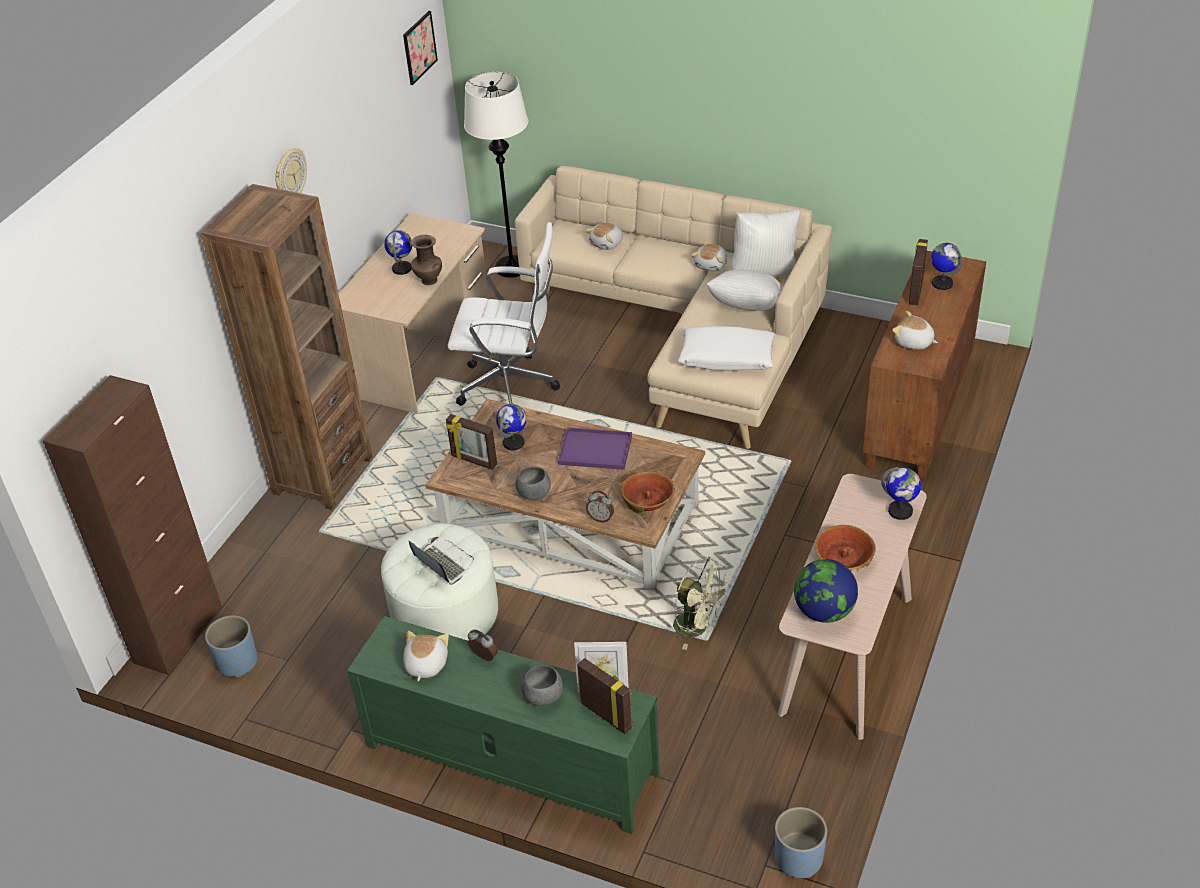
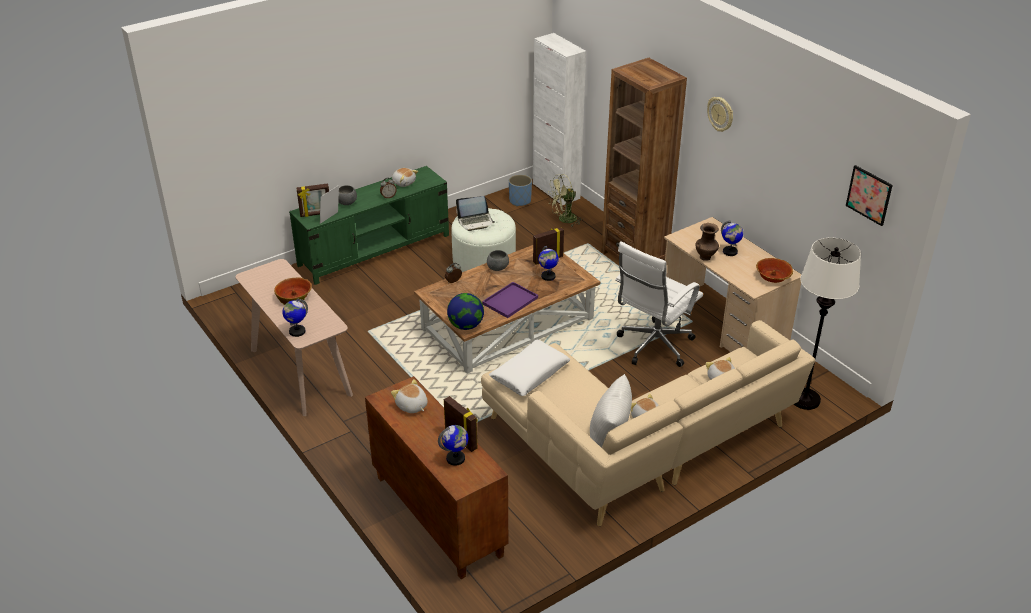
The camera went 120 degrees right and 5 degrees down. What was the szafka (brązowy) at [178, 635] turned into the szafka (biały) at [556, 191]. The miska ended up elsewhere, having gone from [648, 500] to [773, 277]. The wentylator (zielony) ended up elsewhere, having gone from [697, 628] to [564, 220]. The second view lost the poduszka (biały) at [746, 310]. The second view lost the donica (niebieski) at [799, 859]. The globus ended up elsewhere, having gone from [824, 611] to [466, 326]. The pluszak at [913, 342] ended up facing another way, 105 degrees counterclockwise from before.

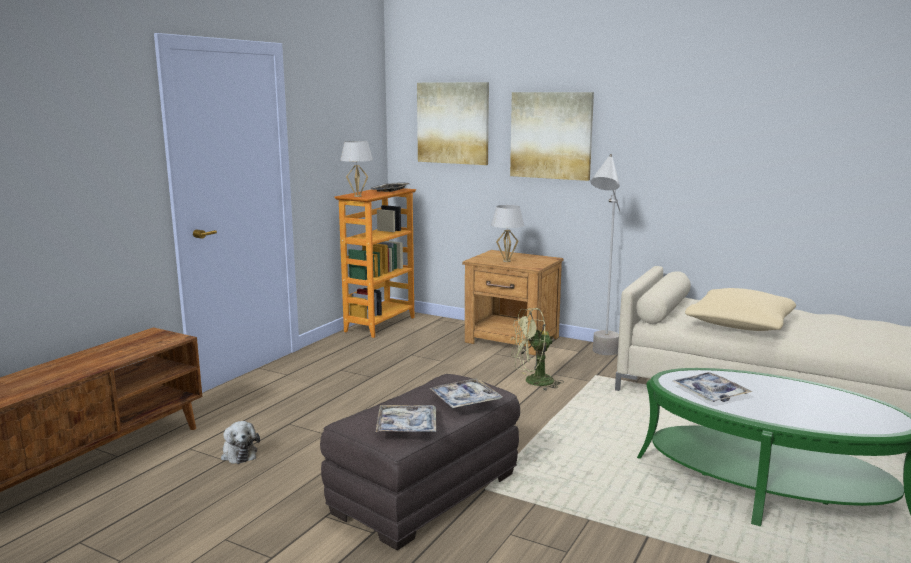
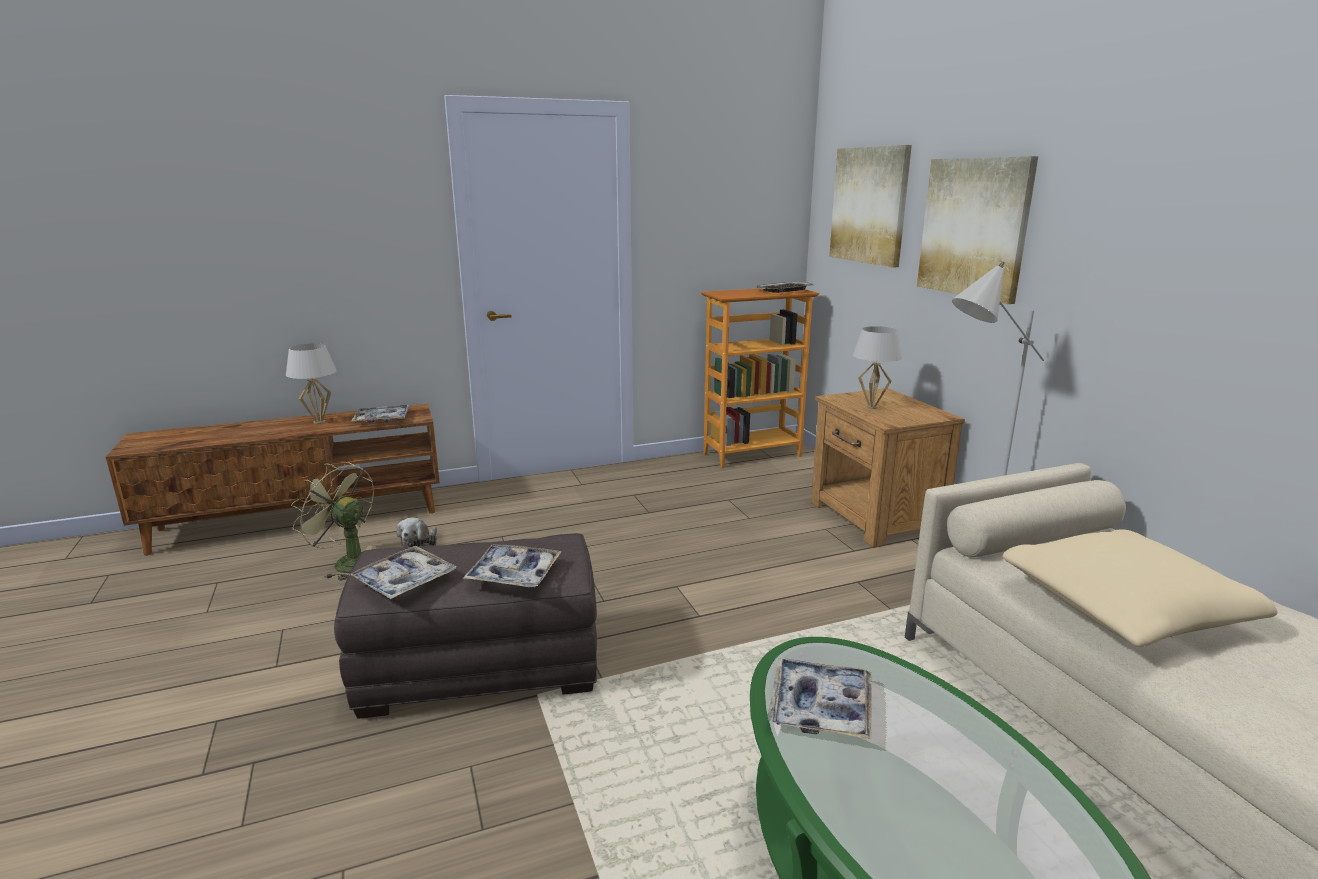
The camera went 40 degrees right and 5 degrees up. The lampa stołowa (biały) ended up elsewhere, having gone from [357, 196] to [319, 422]. The wentylator (zielony) ended up elsewhere, having gone from [533, 382] to [347, 563]. The second view gained the taca at [382, 419].

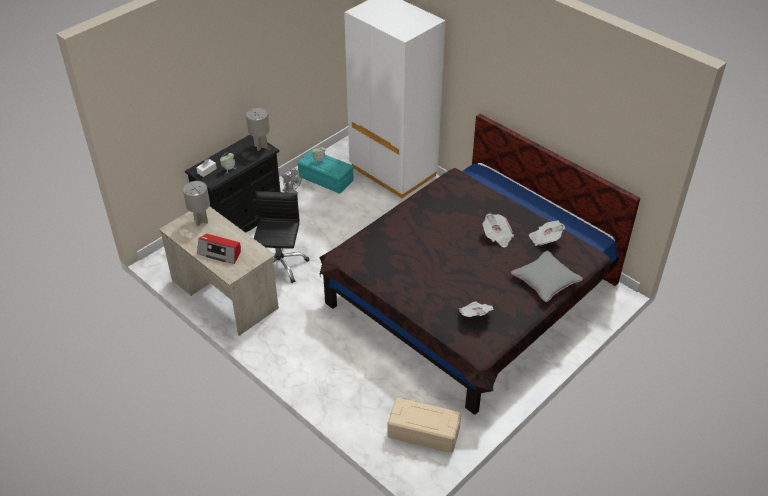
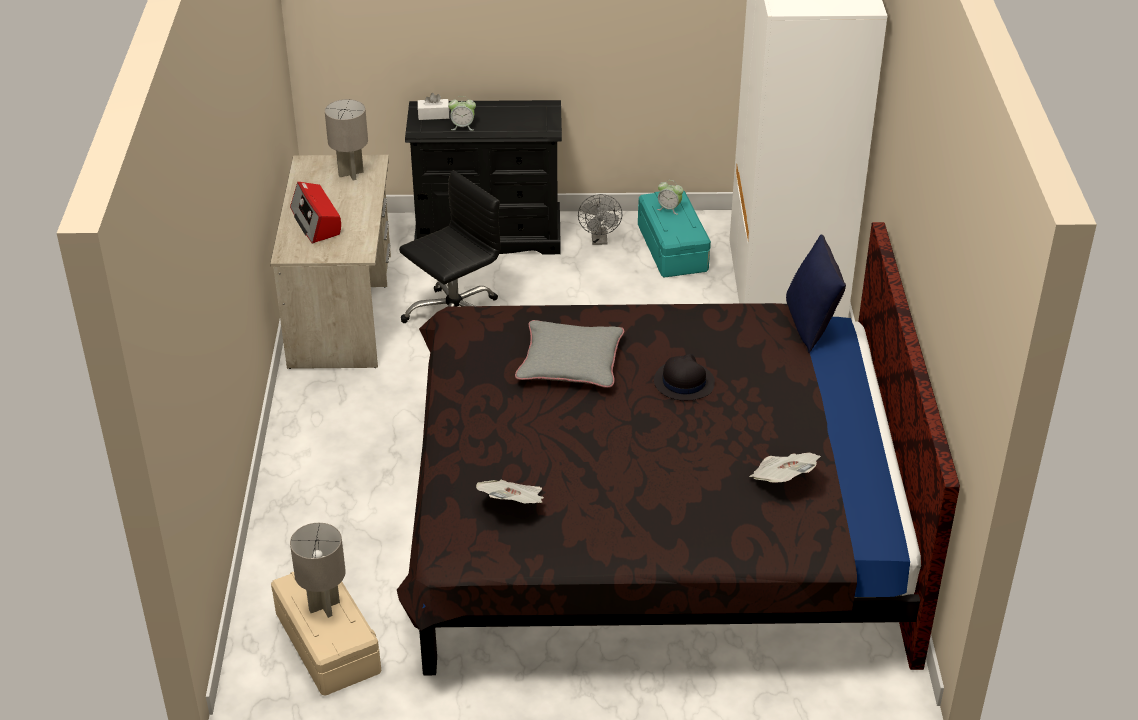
The camera went 45 degrees right and 5 degrees down. The lampa stołowa (szary) ended up elsewhere, having gone from [260, 147] to [323, 606]. The second view lost the gazeta at [497, 236]. The poduszka (szary) ended up elsewhere, having gone from [545, 280] to [570, 362]. The second view gained the kapelusz (czarny) at [683, 382]. The second view gained the poduszka (niebieski) at [811, 326].

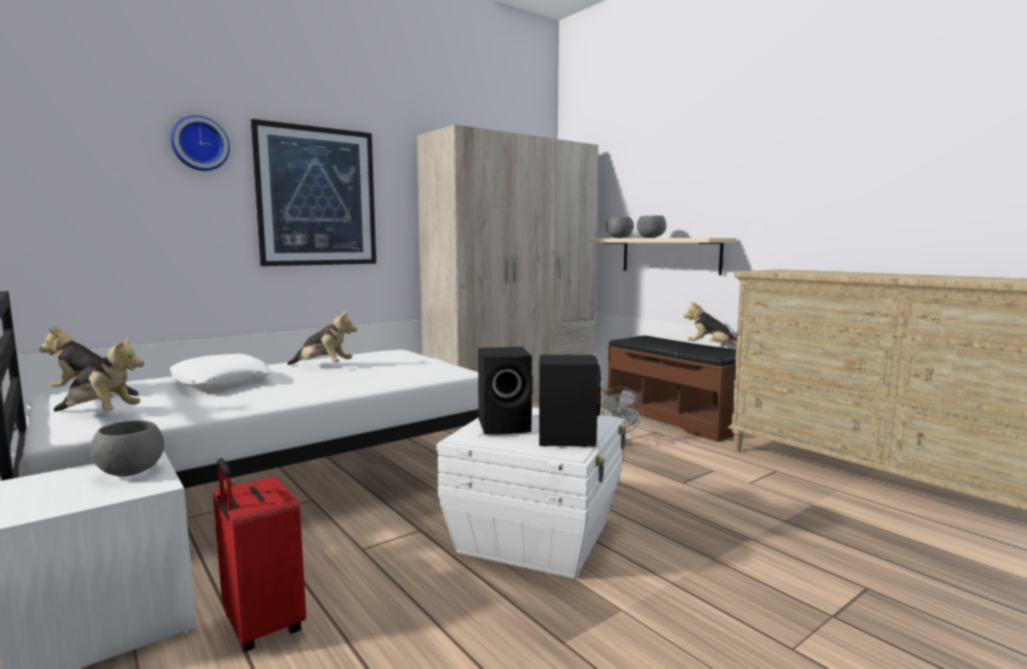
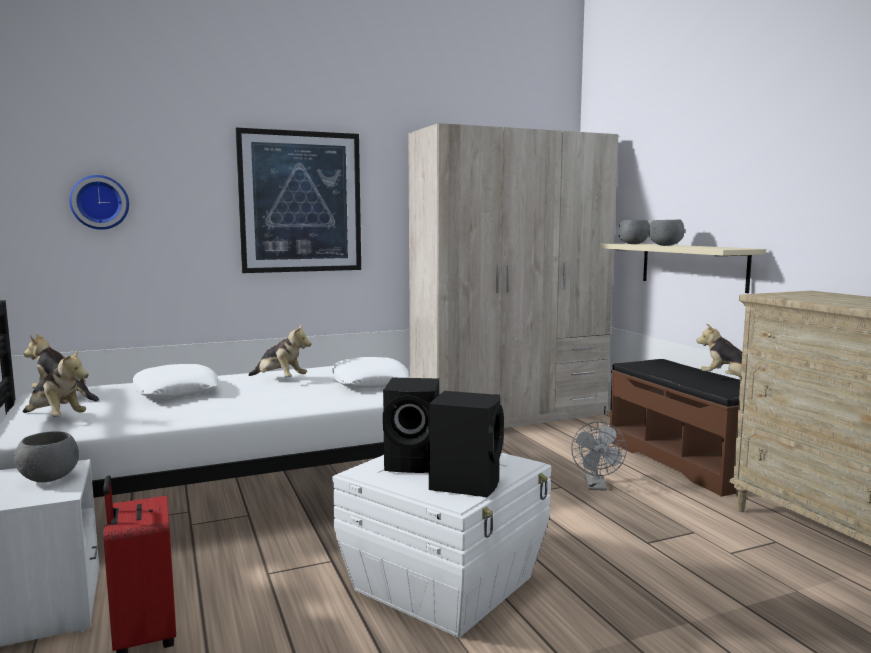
The camera went 15 degrees right and 0 degrees up. The zegar ścienny ended up elsewhere, having gone from [199, 144] to [100, 202]. The second view gained the poduszka (biały) at [369, 382].

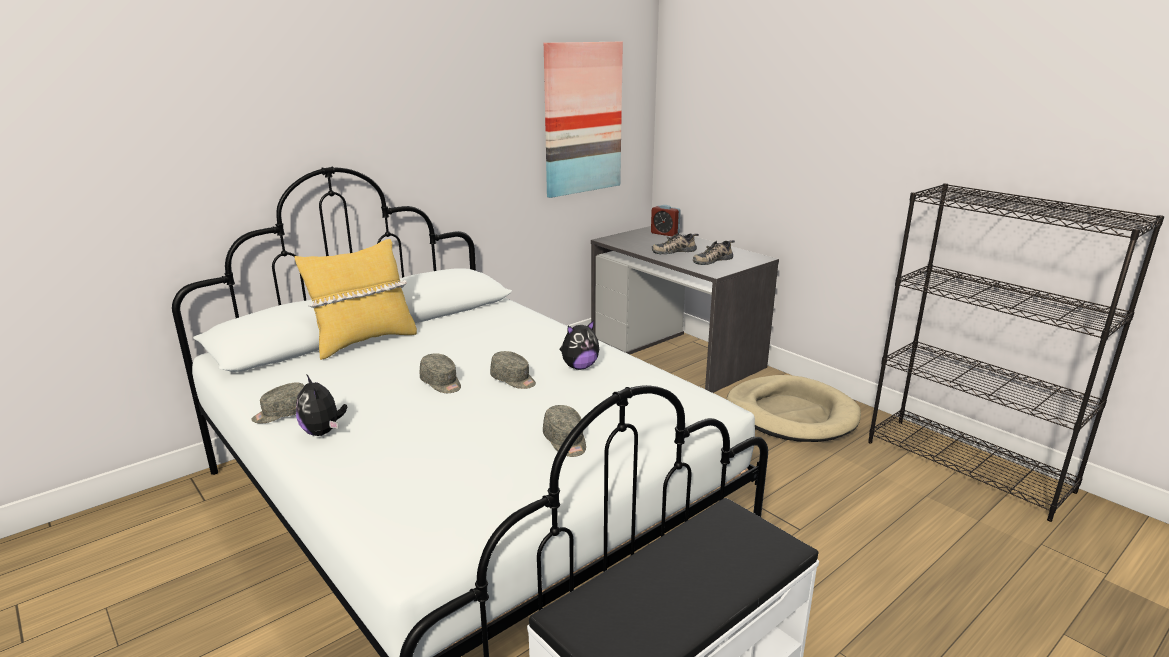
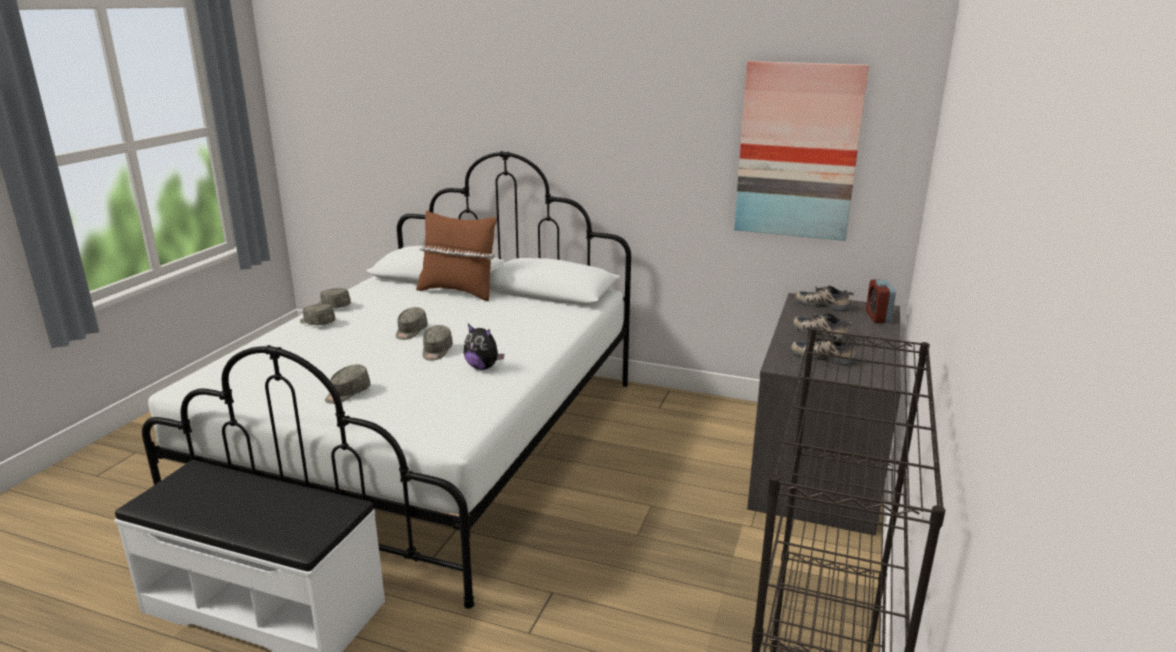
The camera went 60 degrees right and 0 degrees up. What was the poduszka (żółty) at [364, 341] turned into the poduszka (brązowy) at [458, 291]. Where the pluszak stood at [323, 432], the czapka z daszkiem (szary) came to stand at [317, 322]. The second view lost the legowisko (beżowy) at [791, 414]. The second view gained the but at [823, 305].

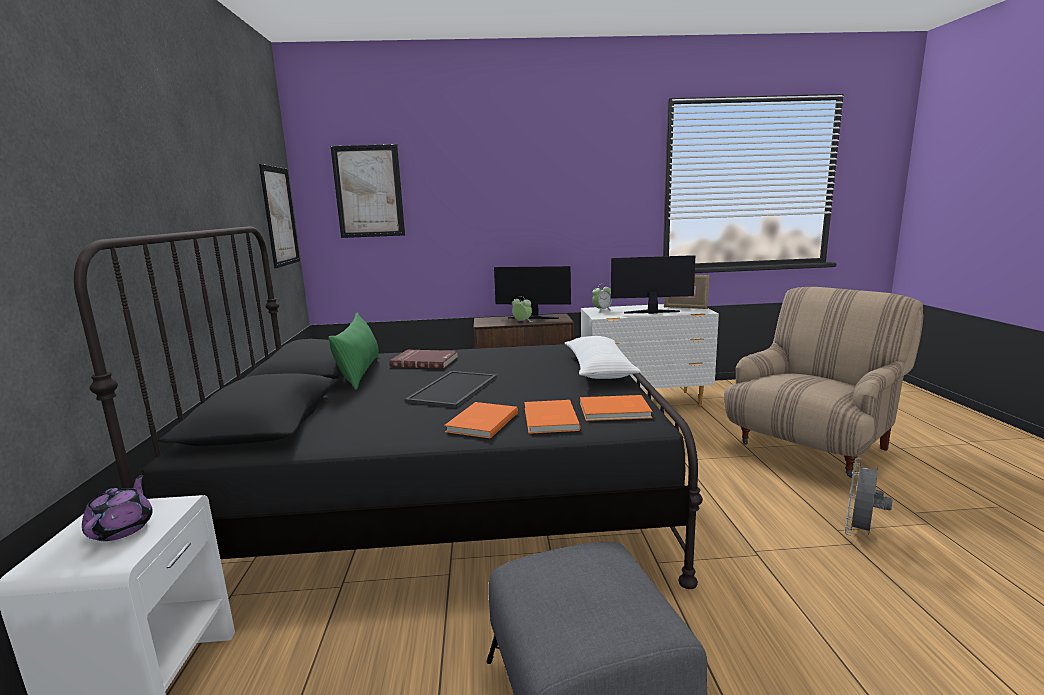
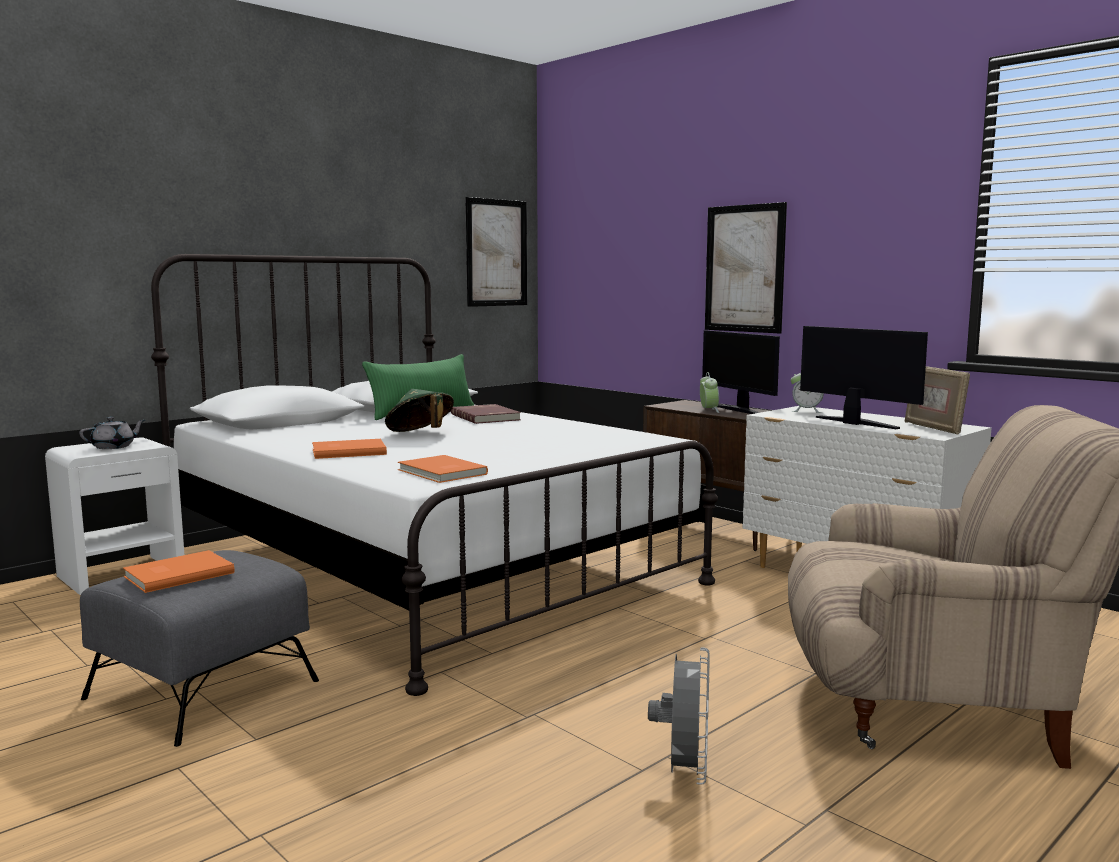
The camera went 50 degrees right and 5 degrees down. What was the łóżko (czarny) at [444, 502] turned into the łóżko (biały) at [427, 568]. What was the imbryk (fioletowy) at [122, 529] turned into the imbryk (szary) at [114, 447]. The obraz ended up elsewhere, having gone from [369, 191] to [744, 268]. Where the taca stood at [454, 389], the kapelusz (zielony) came to stand at [420, 434]. The książka (pomarańczowy) ended up elsewhere, having gone from [549, 419] to [177, 574]. The second view lost the poduszka (biały) at [598, 369]. The wentylator (szary) at [860, 532] ended up facing another way, 105 degrees clockwise from before.

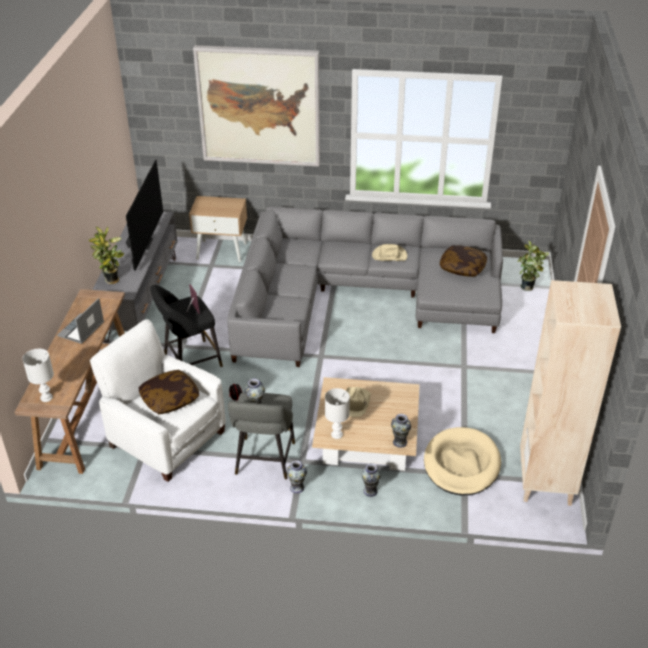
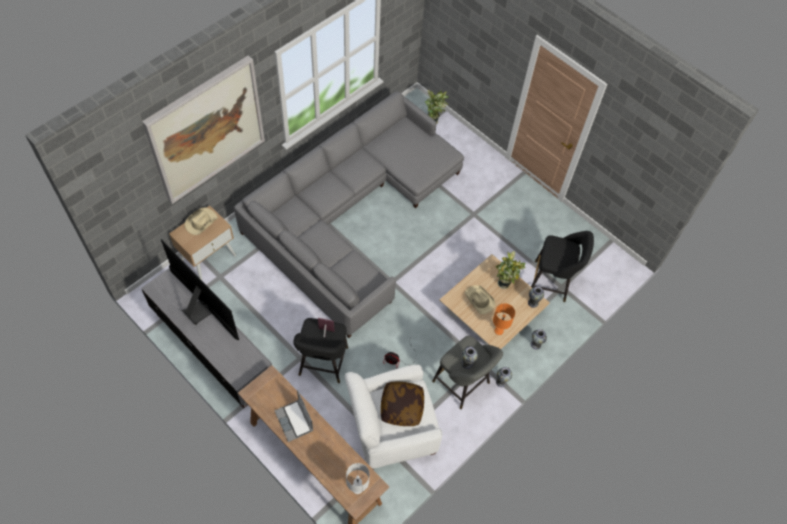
The camera went 55 degrees left and 20 degrees up. The roślina doniczkowa ended up elsewhere, having gone from [112, 281] to [505, 284]. What was the lampa stołowa (biały) at [336, 434] turned into the lampa stołowa (pomarańczowy) at [498, 330]. The kapelusz (beżowy) ended up elsewhere, having gone from [389, 255] to [200, 222]. Where the legowisko (beżowy) stood at [461, 464], the stołek (czarny) came to stand at [552, 282]. The second view lost the poduszka at [462, 268]. The second view lost the regał (beżowy) at [546, 482].

